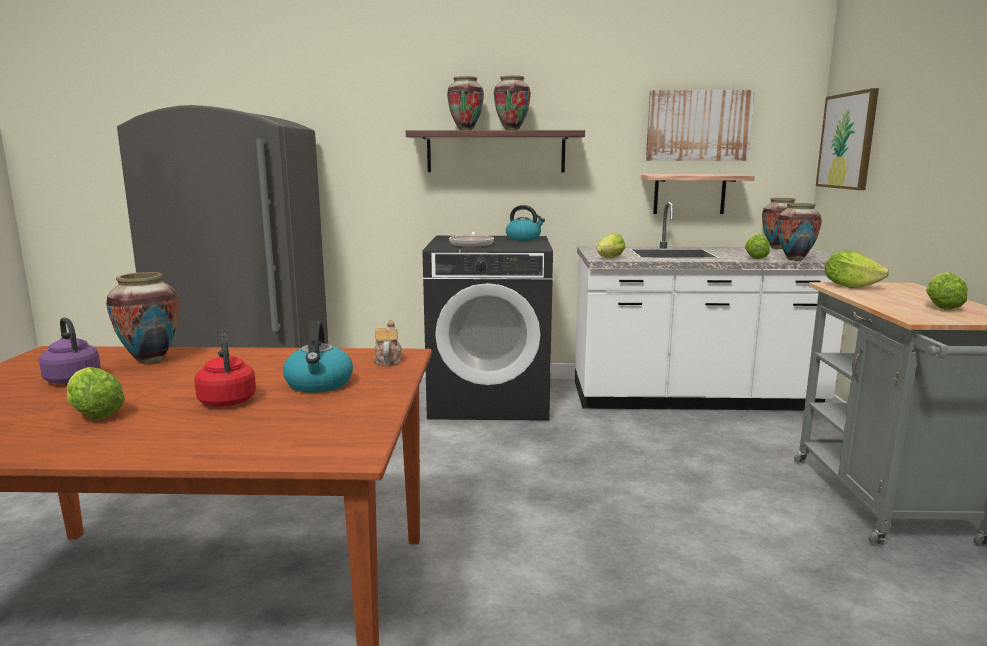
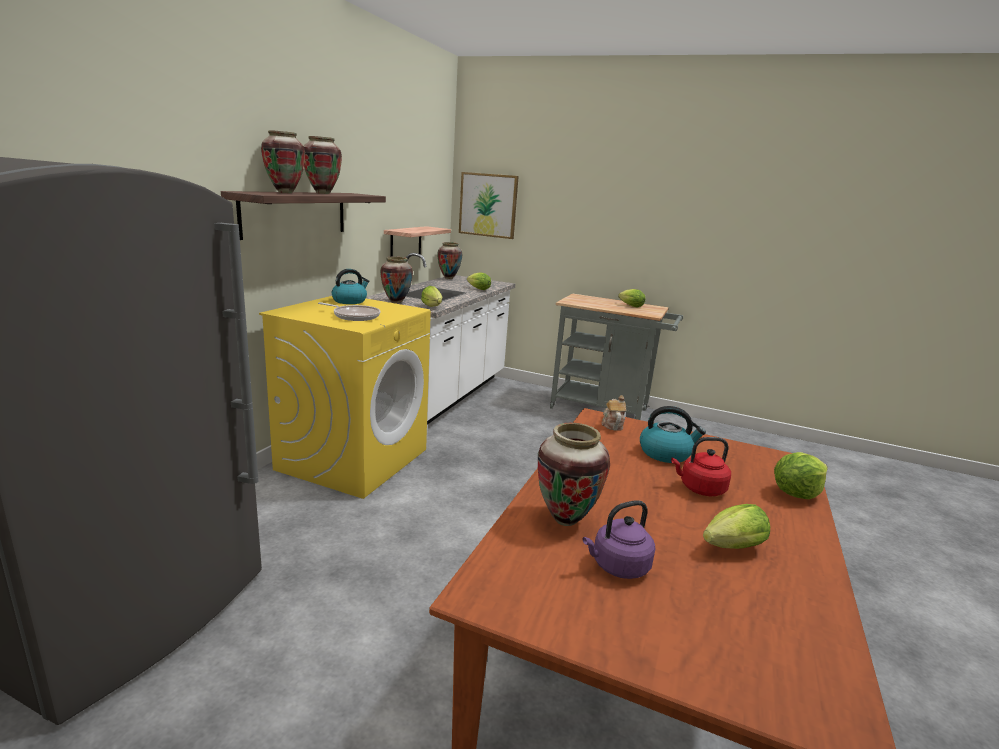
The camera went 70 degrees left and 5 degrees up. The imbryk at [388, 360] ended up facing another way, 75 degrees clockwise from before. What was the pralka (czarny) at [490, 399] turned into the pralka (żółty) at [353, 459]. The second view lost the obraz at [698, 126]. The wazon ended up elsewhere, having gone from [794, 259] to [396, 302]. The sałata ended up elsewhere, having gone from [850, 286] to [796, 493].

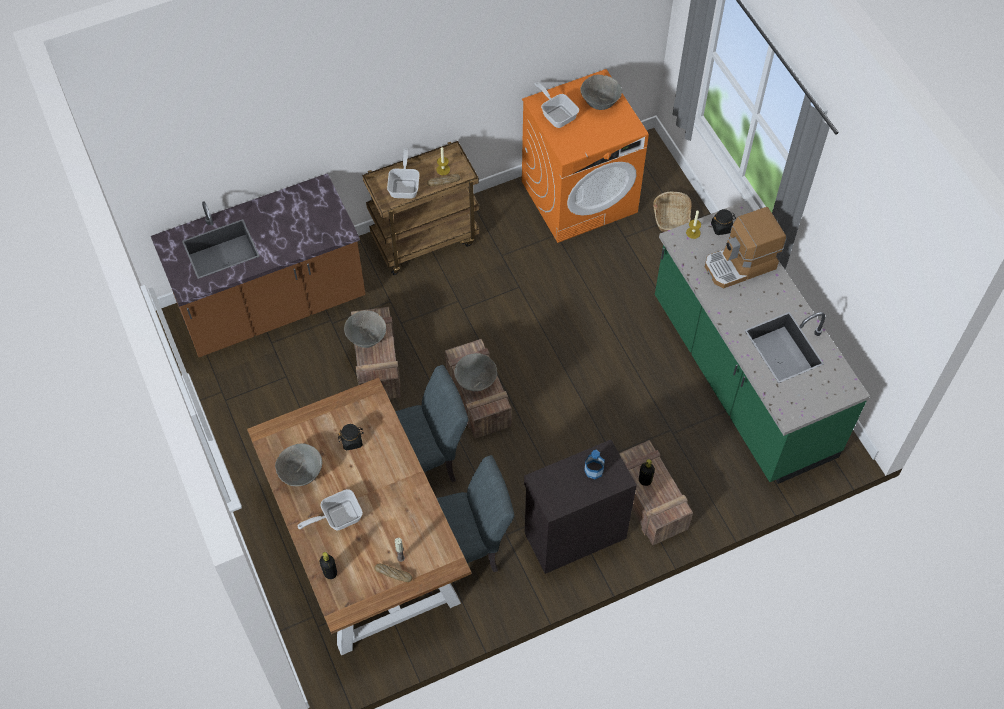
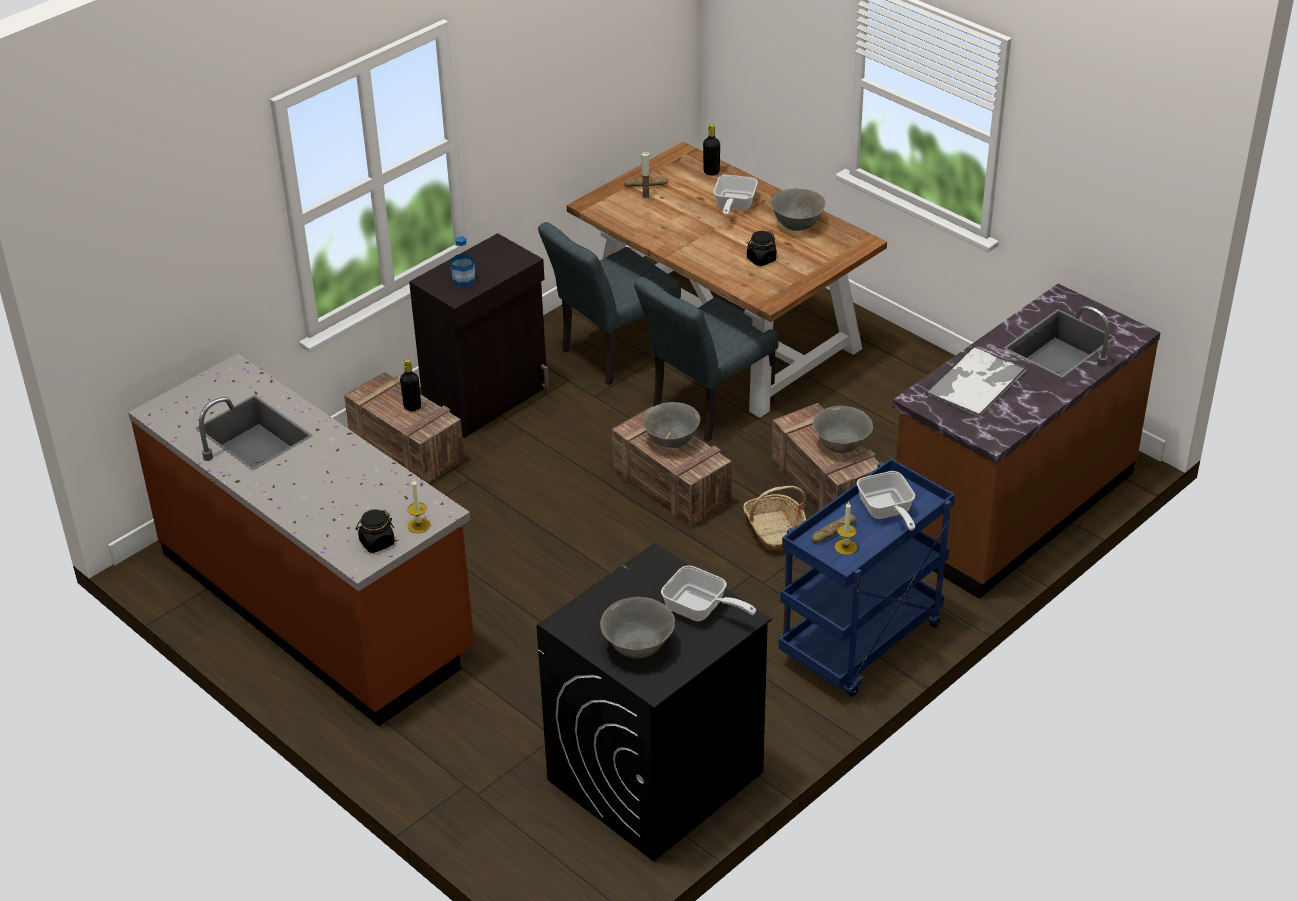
The camera went 160 degrees right and 20 degrees down. The patelnia at [337, 517] ended up facing another way, 150 degrees clockwise from before. What was the wózek (brązowy) at [425, 239] turned into the wózek (niebieski) at [861, 644]. What was the pralka (pomarańczowy) at [579, 196] turned into the pralka (czarny) at [654, 777]. The koszyk ended up elsewhere, having gone from [671, 217] to [775, 531]. What was the zabudowa kuchenna (zielony) at [741, 378] turned into the zabudowa kuchenna (brązowy) at [317, 603]. The second view lost the ekspres do kawy at [740, 265]. The second view gained the taca at [976, 382].

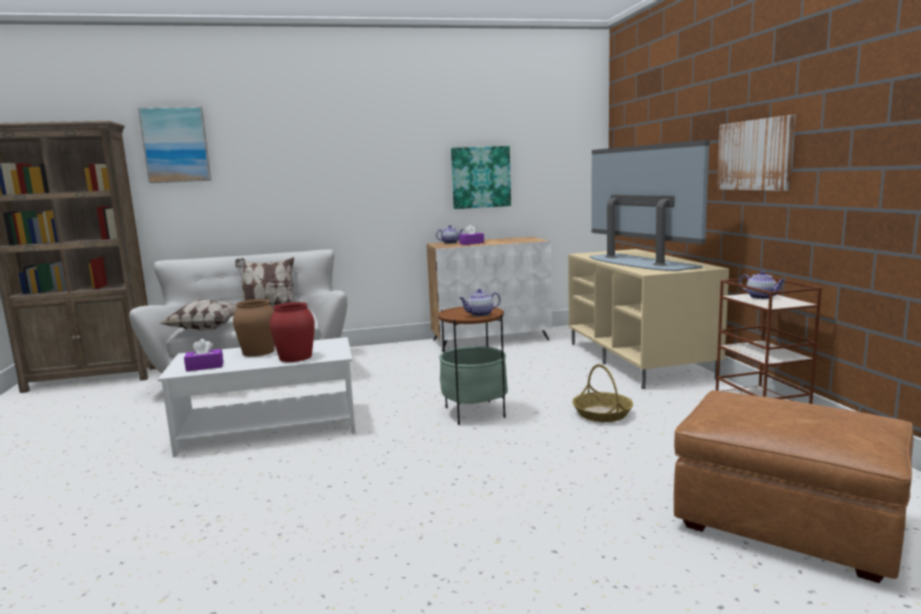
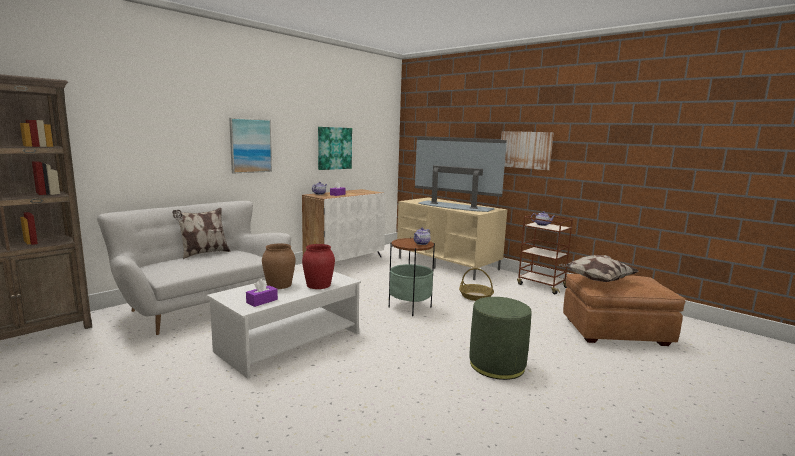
The camera went 35 degrees left and 0 degrees up. The obraz ended up elsewhere, having gone from [176, 145] to [250, 145]. The poduszka ended up elsewhere, having gone from [205, 329] to [596, 280]. The second view gained the pufa (zielony) at [497, 365].

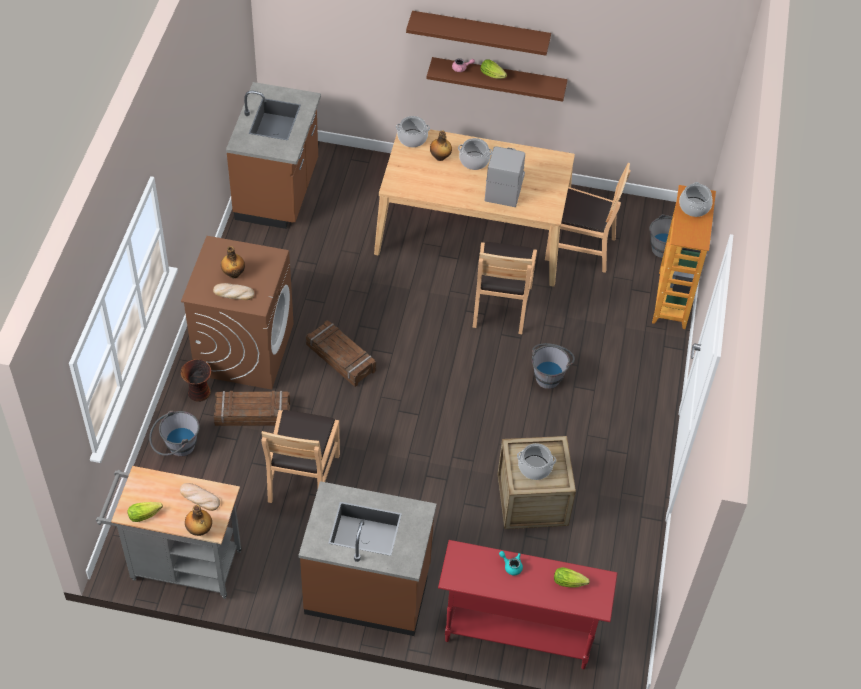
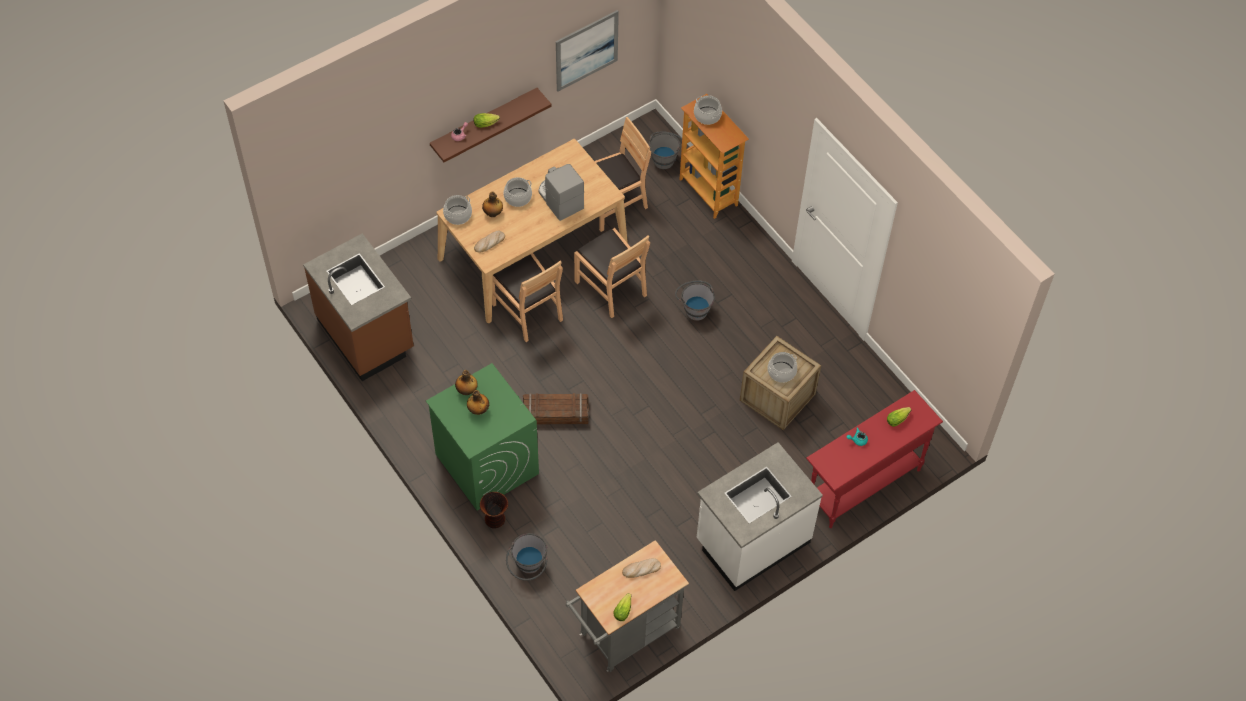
The camera went 45 degrees left and 5 degrees up. What was the pralka (brązowy) at [244, 349] turned into the pralka (zielony) at [486, 463]. The butelka ended up elsewhere, having gone from [199, 530] to [467, 391]. The chleb ended up elsewhere, having gone from [233, 293] to [489, 243]. The second view lost the skrzynka at [252, 413]. The krzesło (brązowy) ended up elsewhere, having gone from [302, 477] to [527, 311]. What was the zabudowa kuchenna (brązowy) at [368, 589] turned into the zabudowa kuchenna (biały) at [752, 541]. The second view lost the półka (brązowy) at [480, 32]. The second view gained the obraz at [586, 50].

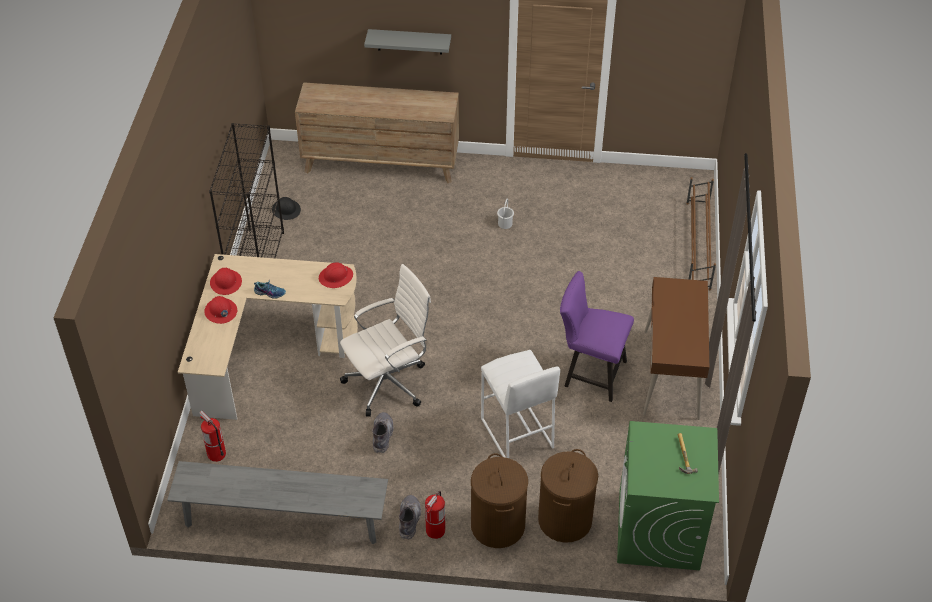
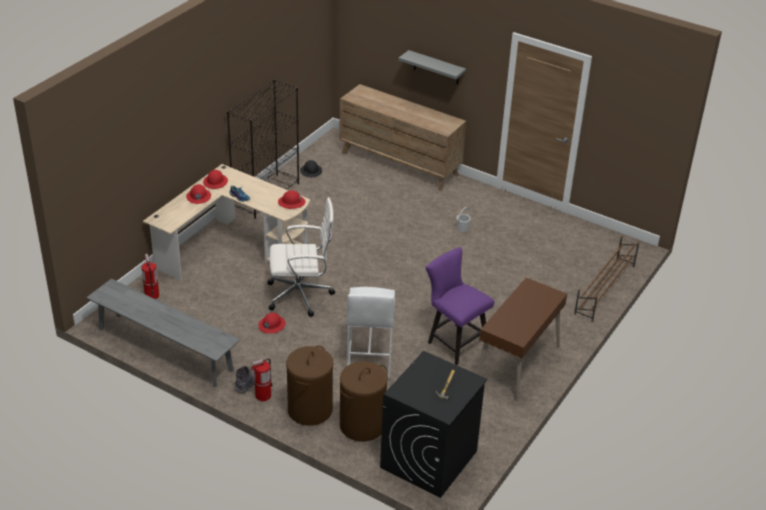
The camera went 25 degrees right and 10 degrees down. Where the but z cholewką (szary) stood at [382, 435], the kask (czerwony) came to stand at [271, 325]. What was the pralka (zielony) at [659, 530] turned into the pralka (czarny) at [428, 459].

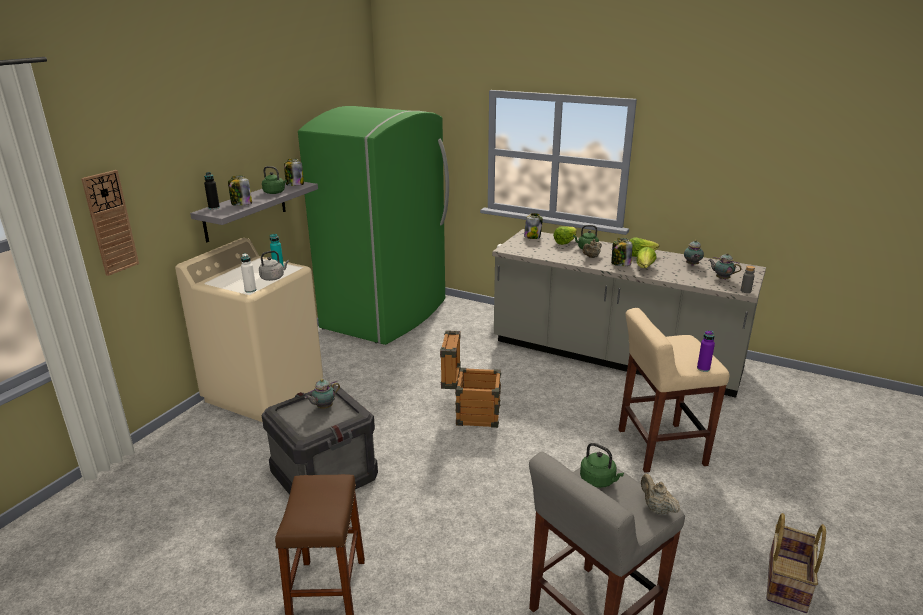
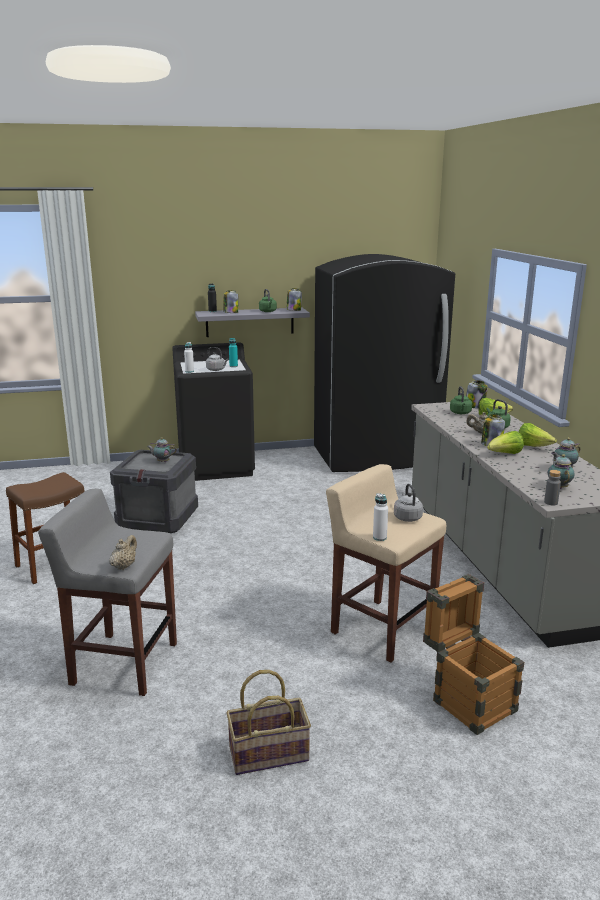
The camera went 50 degrees right and 5 degrees down. The second view lost the zegar ścienny at [110, 223]. What was the pralka (beżowy) at [265, 391] turned into the pralka (czarny) at [216, 466]. What was the lodówka (zielony) at [387, 315] turned into the lodówka (czarny) at [376, 457]. The skrzynka ended up elsewhere, having gone from [471, 414] to [467, 700]. The czajnik (zielony) ended up elsewhere, having gone from [599, 481] to [460, 413]. What was the butelka (fioletowy) at [703, 368] turned into the butelka (biały) at [379, 537]. The second view gained the czajnik (szary) at [407, 517].

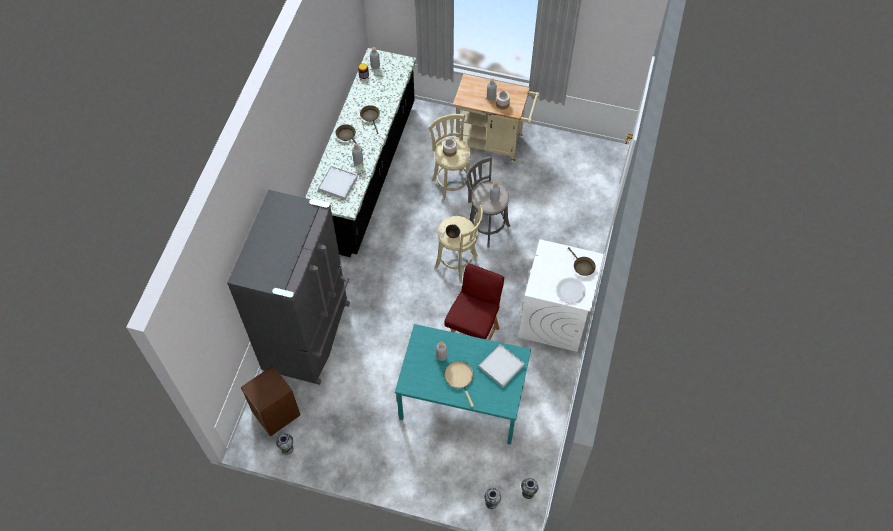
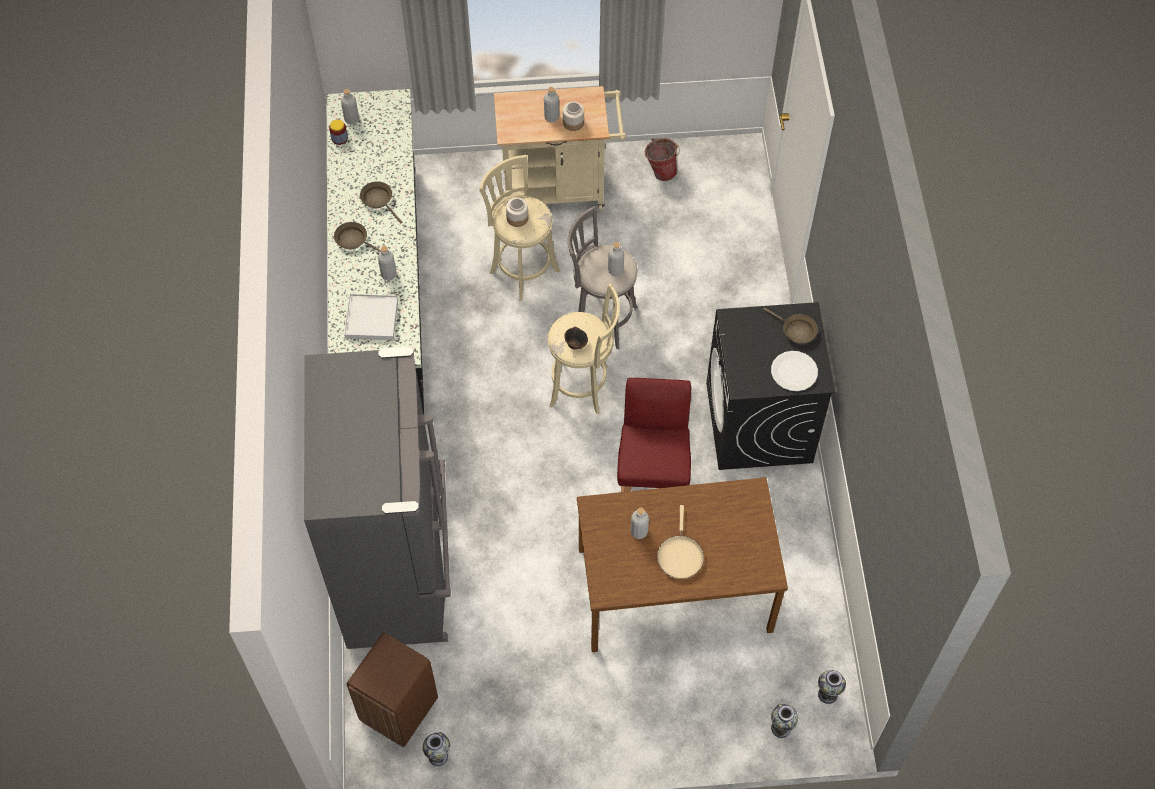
The camera went 20 degrees left and 0 degrees up. What was the stół jadalny (turkusowy) at [461, 399] turned into the stół jadalny (brązowy) at [673, 590]. The patelnia (beżowy) at [459, 378] ended up facing another way, 135 degrees counterclockwise from before. The second view lost the taca (biały) at [501, 366]. What was the pralka (biały) at [554, 317] turned into the pralka (czarny) at [759, 423]. The second view gained the wiadro at [660, 171].

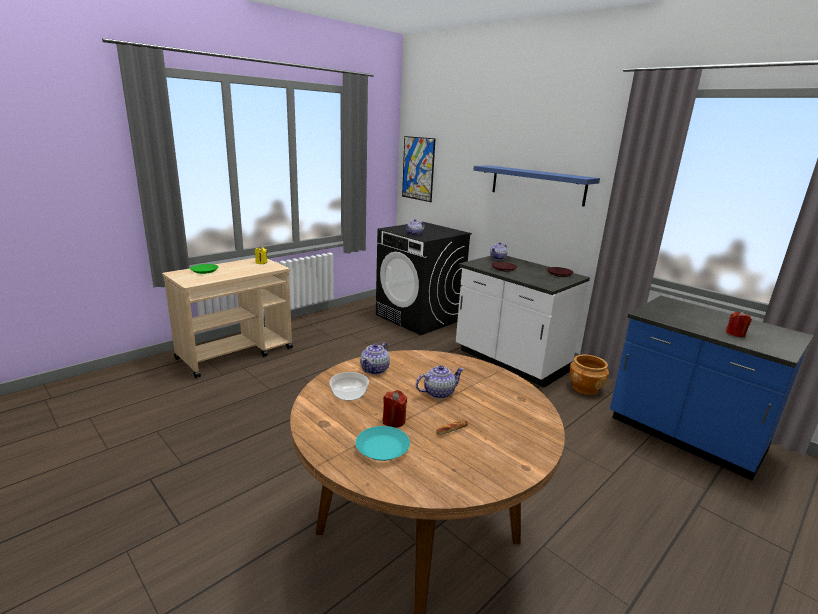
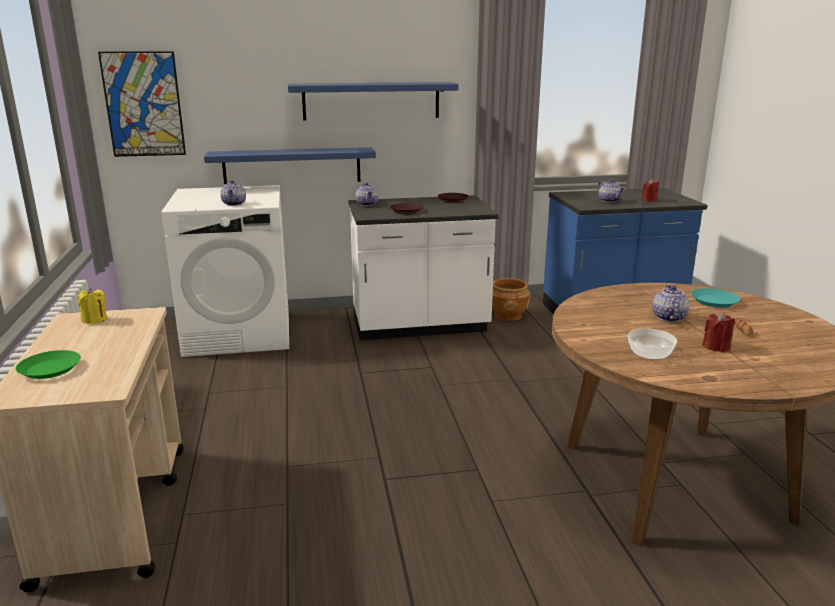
The camera went 55 degrees left and 0 degrees up. The talerz (turkusowy) ended up elsewhere, having gone from [382, 447] to [714, 301]. The imbryk ended up elsewhere, having gone from [375, 369] to [609, 201]. What was the pralka (czarny) at [419, 317] turned into the pralka (biały) at [239, 333]. The second view gained the półka (niebieski) at [292, 166].

